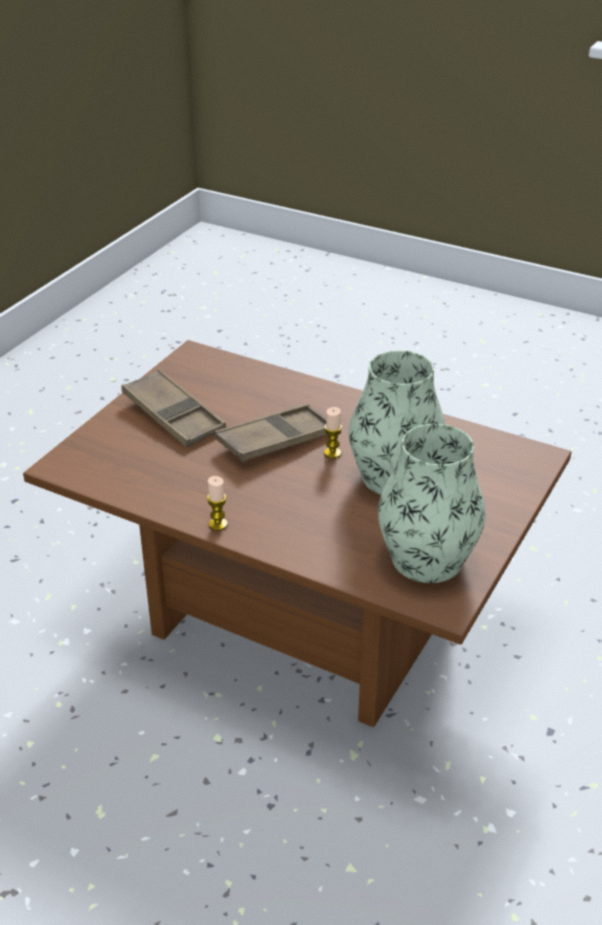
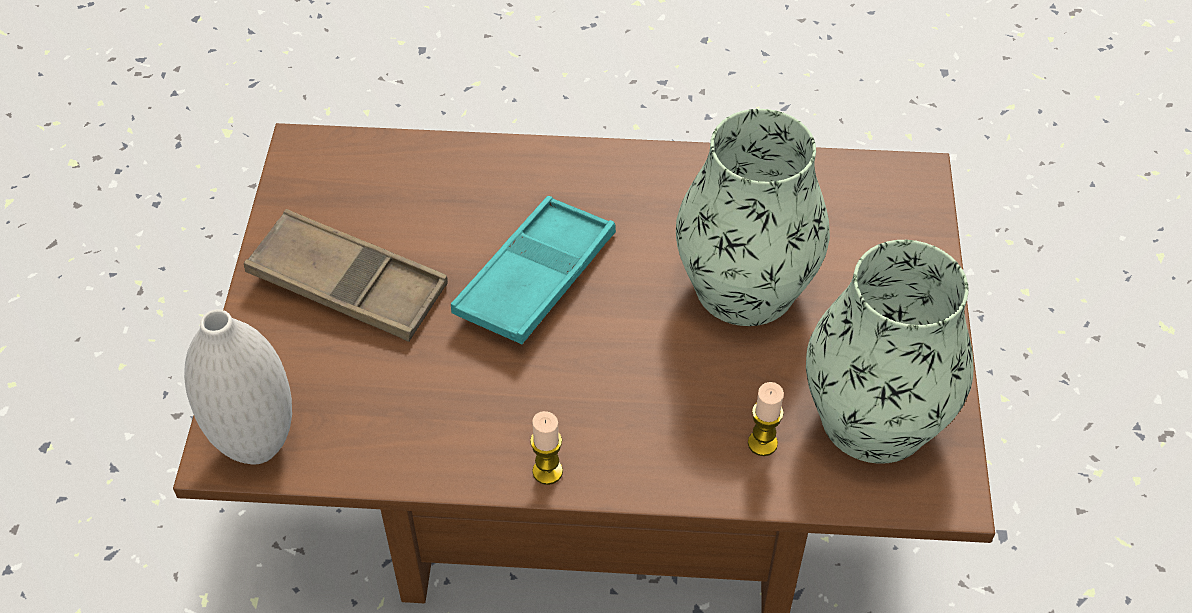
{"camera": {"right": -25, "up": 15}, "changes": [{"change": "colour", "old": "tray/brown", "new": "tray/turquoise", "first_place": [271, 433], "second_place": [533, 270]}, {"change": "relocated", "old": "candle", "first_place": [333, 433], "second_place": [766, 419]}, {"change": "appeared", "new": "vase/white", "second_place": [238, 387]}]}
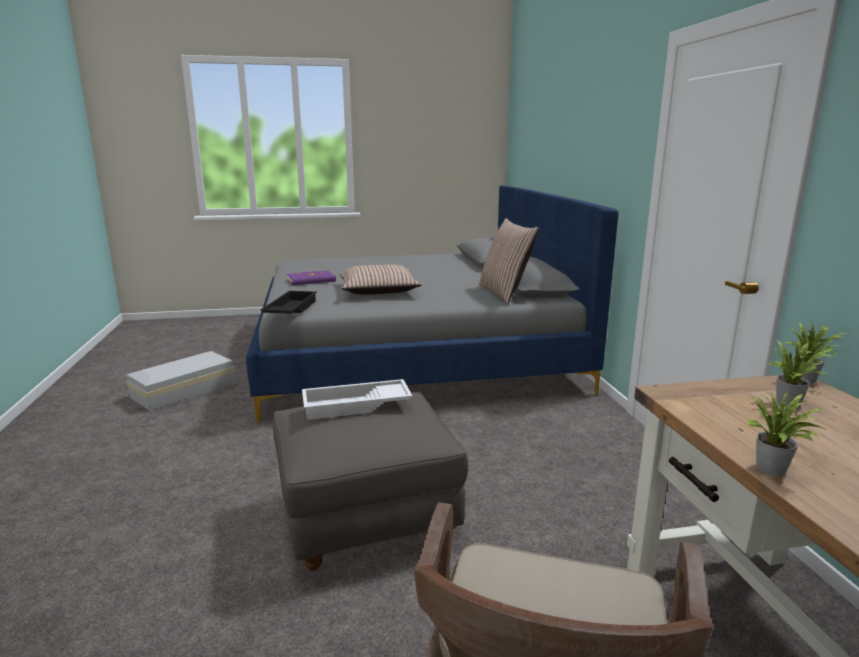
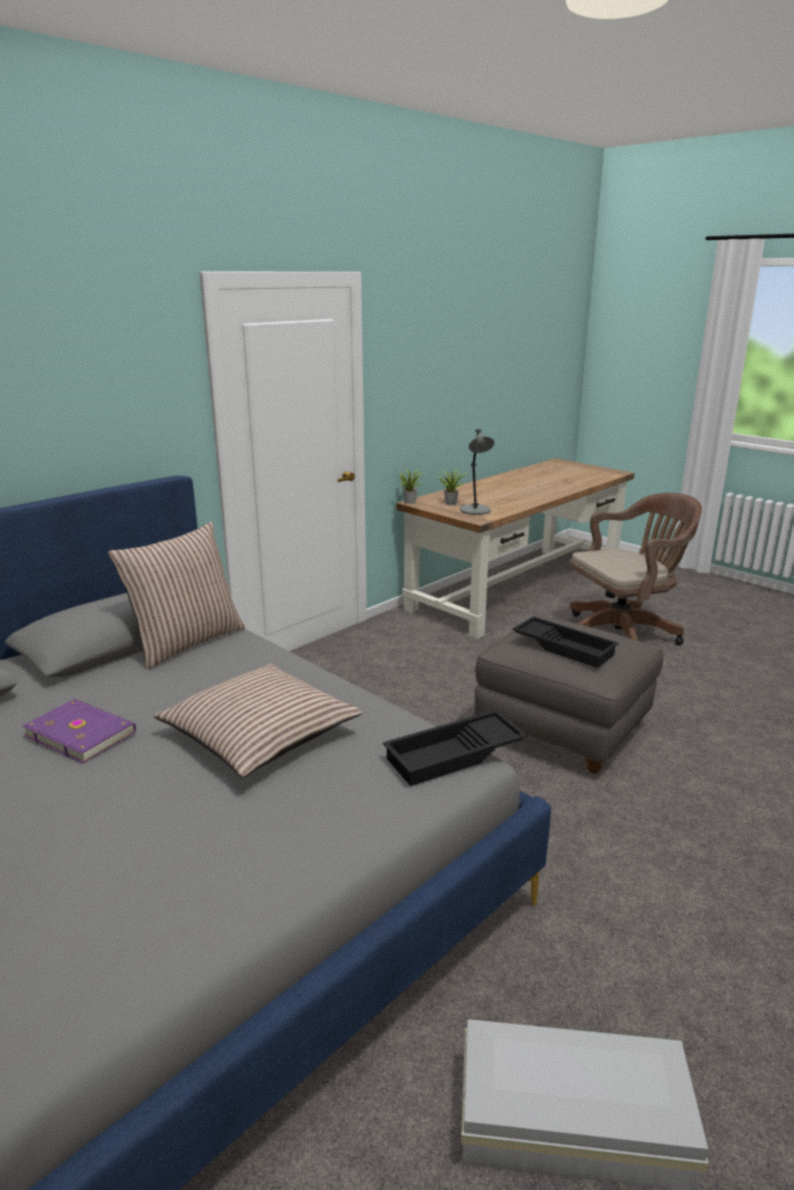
{"camera": {"right": -125, "up": 5}, "changes": [{"change": "relocated", "old": "book/purple", "first_place": [311, 277], "second_place": [79, 731]}, {"change": "colour", "old": "tray/white", "new": "tray/black", "first_place": [357, 399], "second_place": [565, 642]}, {"change": "missing", "old": "potted plant", "first_place": [784, 433]}, {"change": "appeared", "new": "table lamp/grey", "second_place": [477, 472]}]}
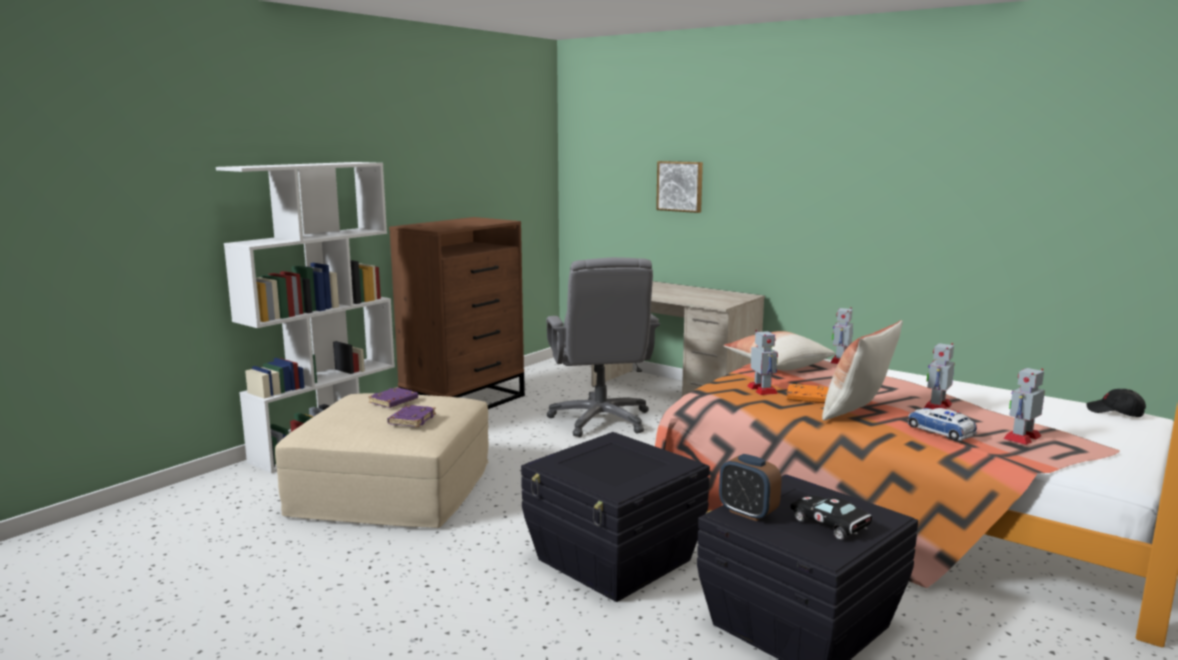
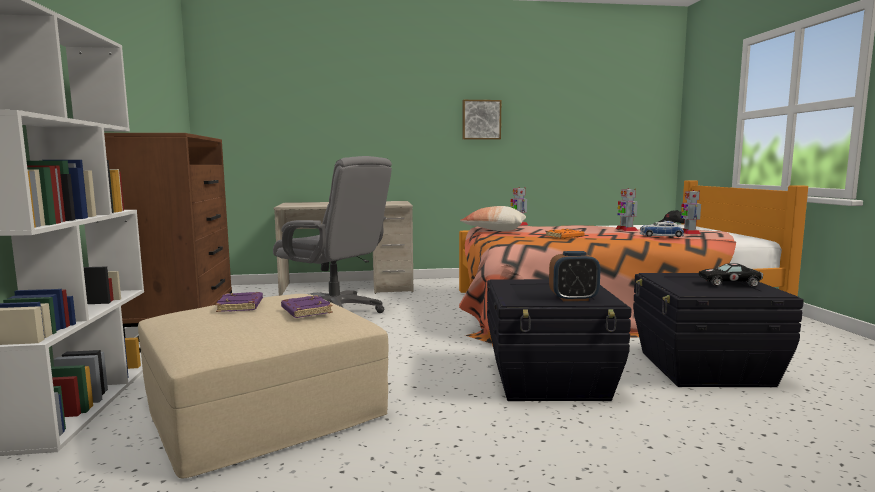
{"camera": {"right": -45, "up": -5}, "changes": [{"change": "relocated", "old": "picture", "first_place": [679, 187], "second_place": [482, 120]}, {"change": "relocated", "old": "alarm clock", "first_place": [750, 487], "second_place": [574, 276]}, {"change": "missing", "old": "toy robot", "first_place": [762, 362]}, {"change": "missing", "old": "pillow", "first_place": [862, 370]}]}
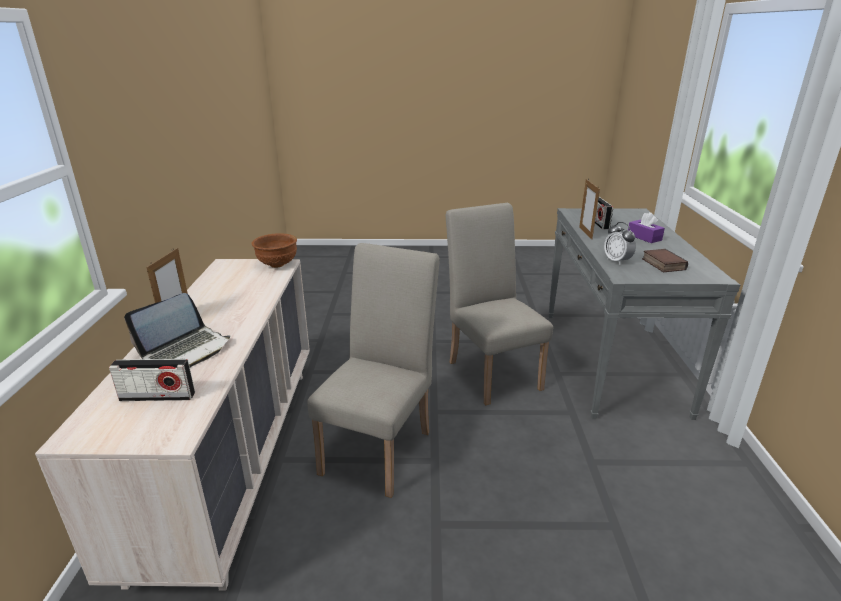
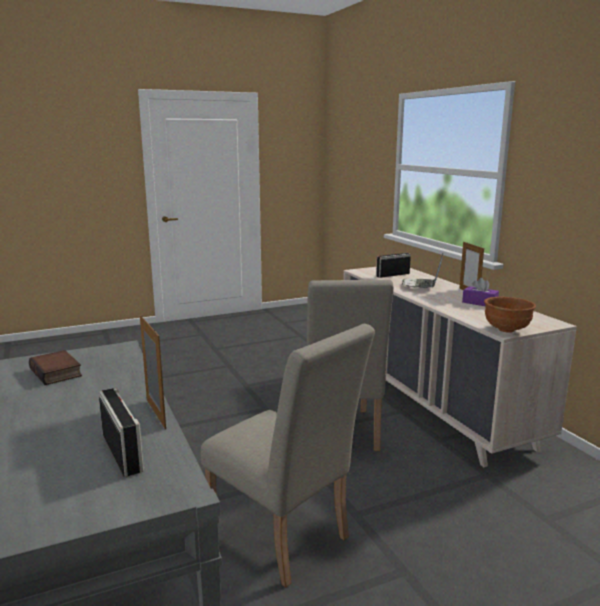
{"camera": {"right": 155, "up": -10}, "changes": [{"change": "missing", "old": "alarm clock", "first_place": [620, 243]}, {"change": "relocated", "old": "tissue box/purple", "first_place": [646, 227], "second_place": [480, 292]}]}
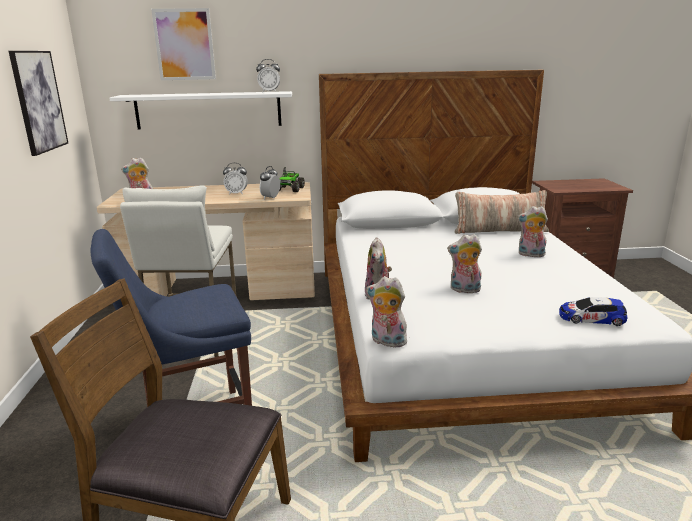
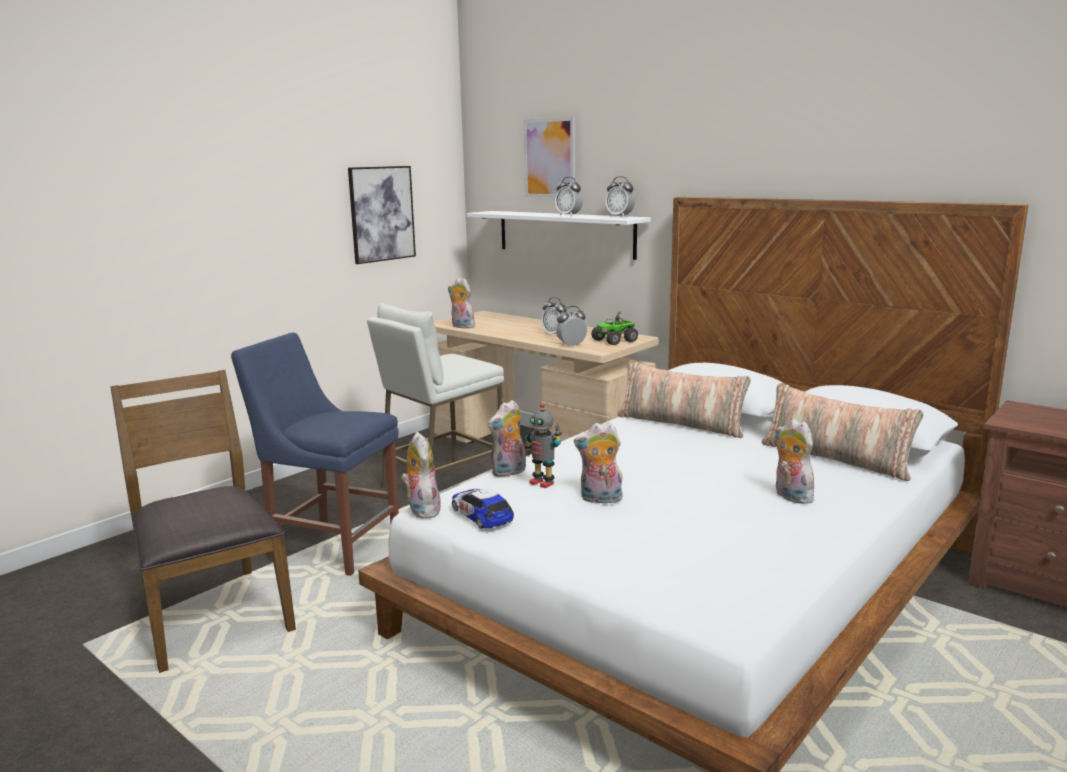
{"camera": {"right": 45, "up": -5}, "changes": [{"change": "spun", "old": "plush toy", "first_place": [464, 263], "second_place": [598, 462], "degrees": -45}, {"change": "relocated", "old": "toy car", "first_place": [593, 311], "second_place": [483, 508]}, {"change": "appeared", "new": "toy robot", "second_place": [543, 445]}, {"change": "appeared", "new": "alarm clock", "second_place": [569, 197]}, {"change": "appeared", "new": "pillow", "second_place": [684, 399]}]}
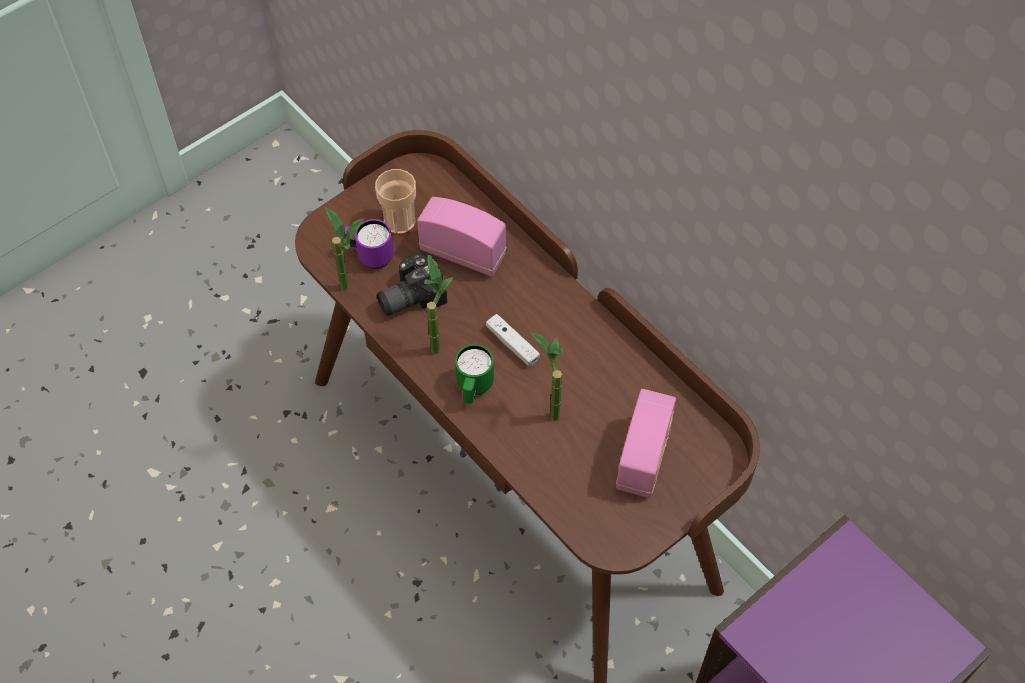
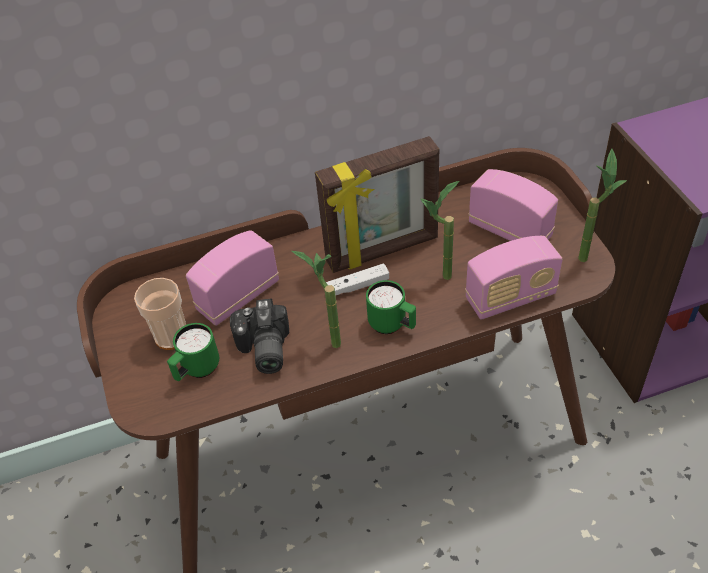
{"camera": {"right": -65, "up": -10}, "changes": [{"change": "relocated", "old": "potted plant", "first_place": [344, 249], "second_place": [602, 205]}, {"change": "colour", "old": "mug/purple", "new": "mug/green", "first_place": [368, 244], "second_place": [193, 352]}, {"change": "appeared", "new": "picture frame", "second_place": [377, 204]}, {"change": "appeared", "new": "radio", "second_place": [514, 278]}]}
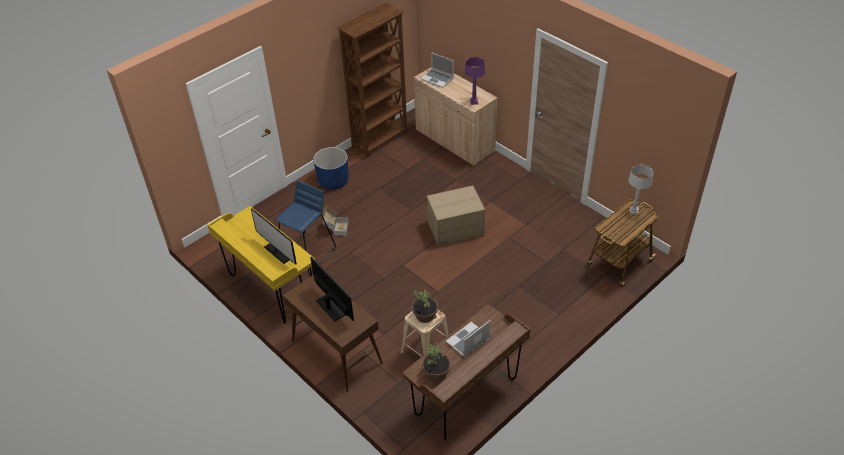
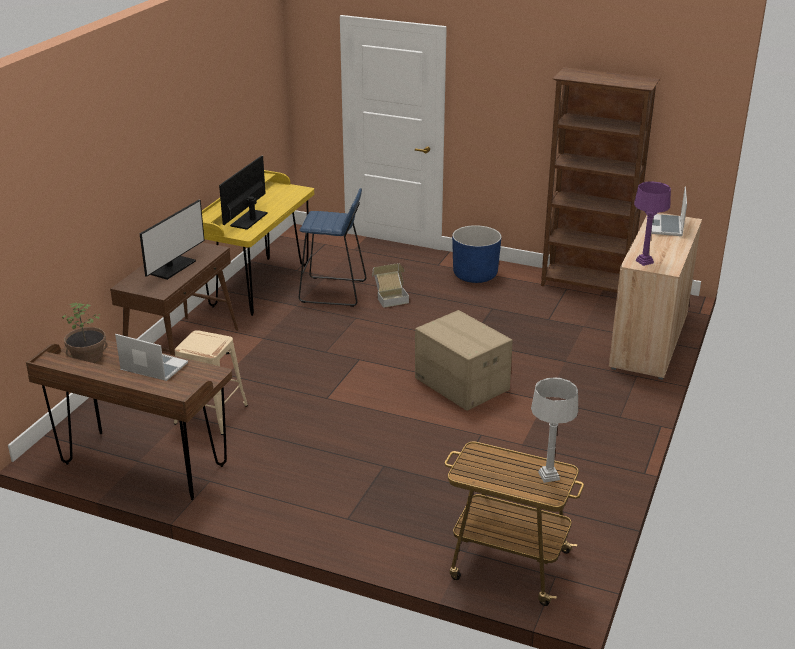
{"camera": {"right": 65, "up": -15}, "changes": [{"change": "missing", "old": "potted plant", "first_place": [425, 306]}]}
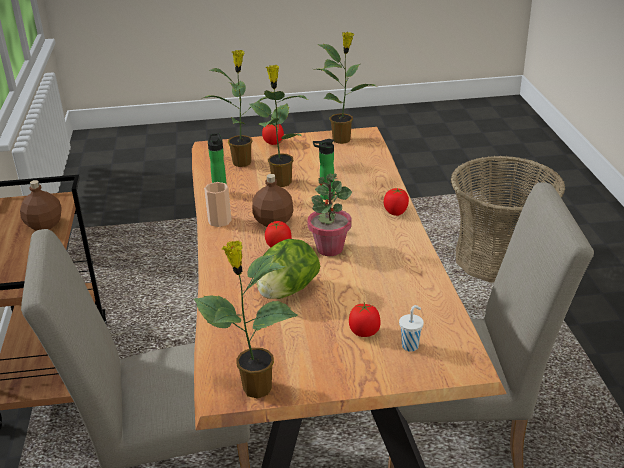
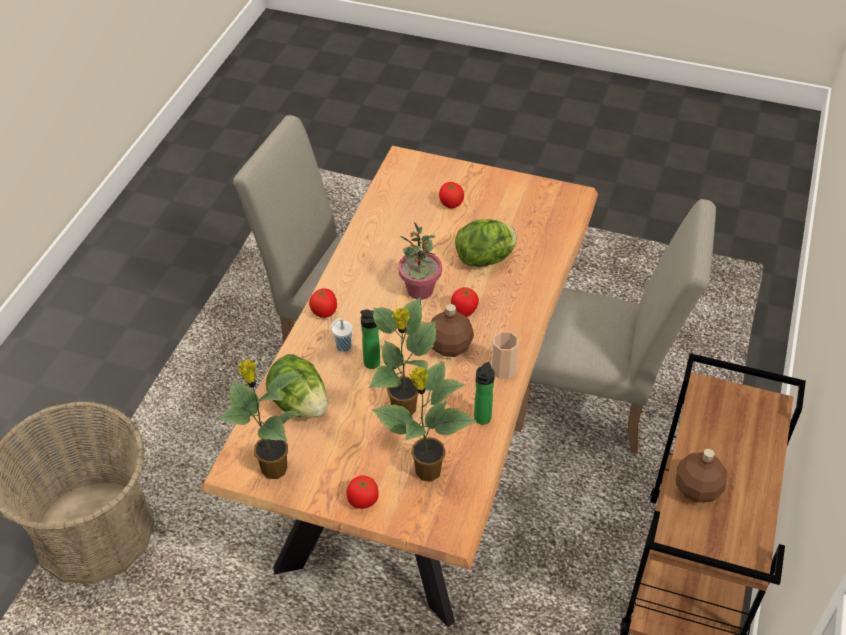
{"camera": {"right": -155, "up": 15}, "changes": [{"change": "missing", "old": "potted plant", "first_place": [246, 320]}, {"change": "relocated", "old": "cup/white", "first_place": [411, 328], "second_place": [341, 335]}, {"change": "appeared", "new": "lettuce", "second_place": [297, 386]}]}
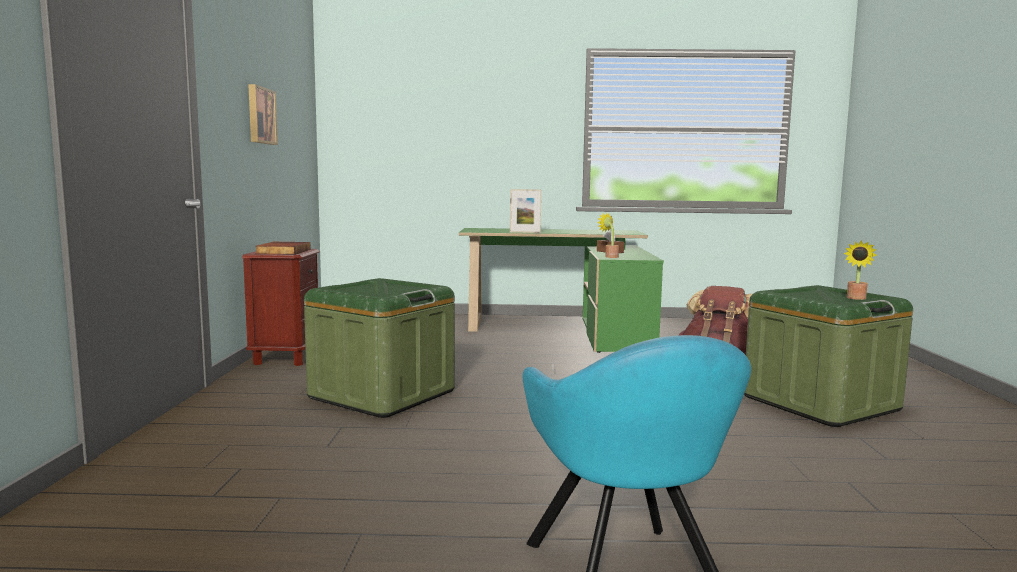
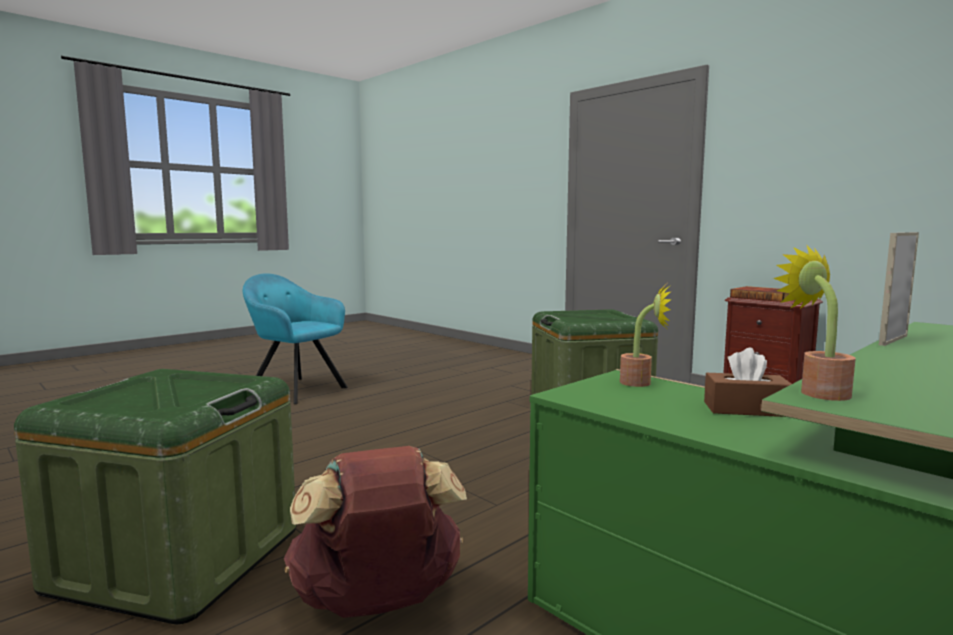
{"camera": {"right": 135, "up": 0}, "changes": [{"change": "missing", "old": "picture", "first_place": [263, 114]}, {"change": "relocated", "old": "potted plant", "first_place": [860, 270], "second_place": [814, 323]}]}
